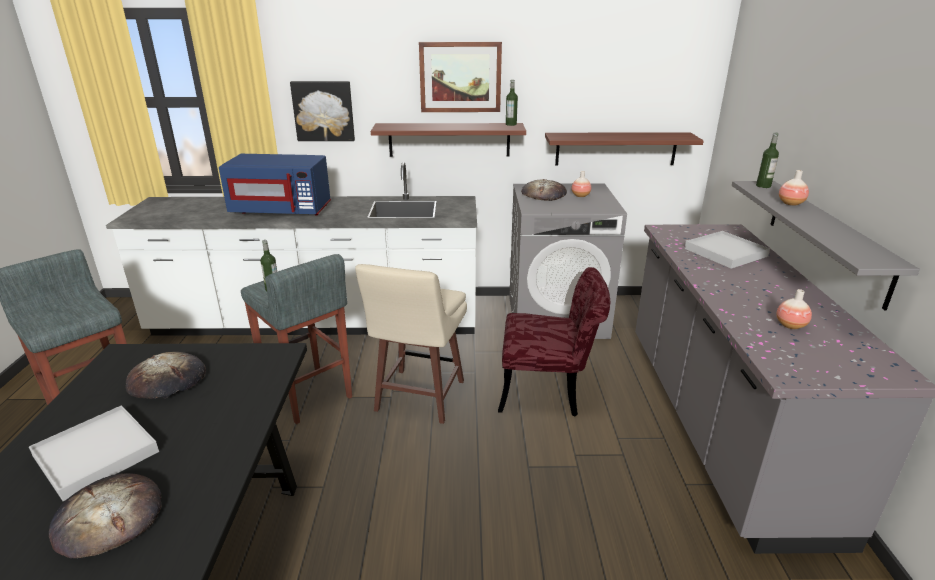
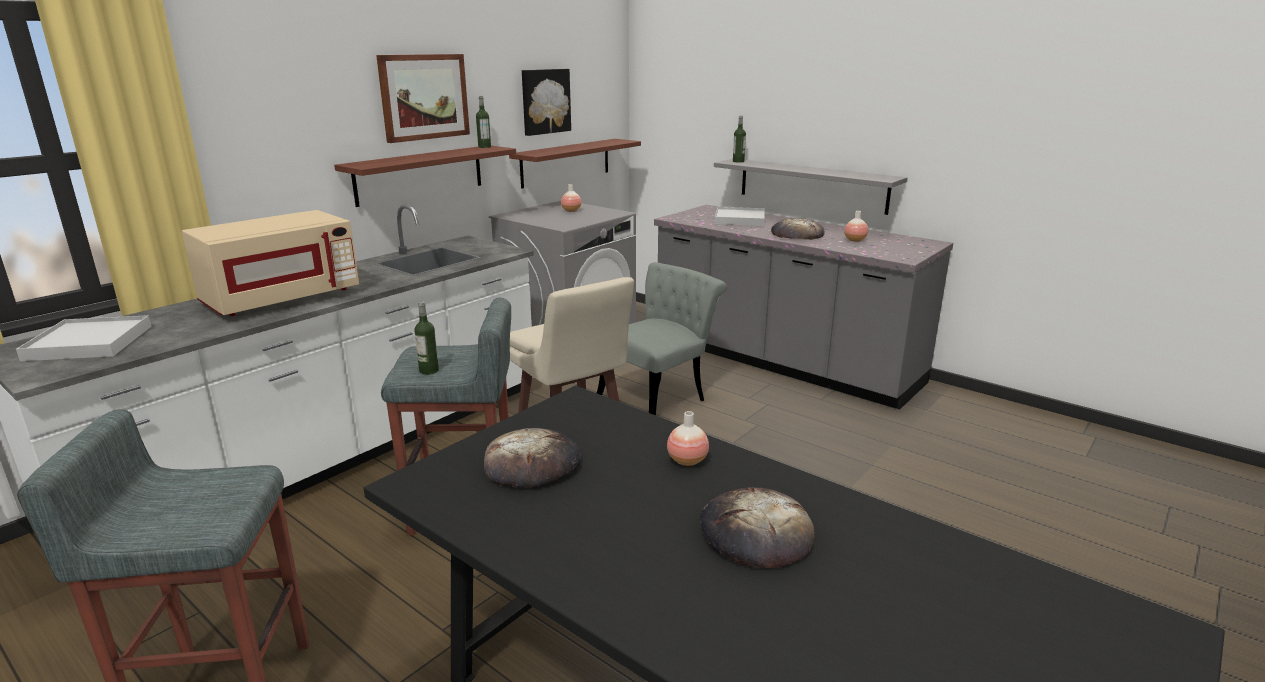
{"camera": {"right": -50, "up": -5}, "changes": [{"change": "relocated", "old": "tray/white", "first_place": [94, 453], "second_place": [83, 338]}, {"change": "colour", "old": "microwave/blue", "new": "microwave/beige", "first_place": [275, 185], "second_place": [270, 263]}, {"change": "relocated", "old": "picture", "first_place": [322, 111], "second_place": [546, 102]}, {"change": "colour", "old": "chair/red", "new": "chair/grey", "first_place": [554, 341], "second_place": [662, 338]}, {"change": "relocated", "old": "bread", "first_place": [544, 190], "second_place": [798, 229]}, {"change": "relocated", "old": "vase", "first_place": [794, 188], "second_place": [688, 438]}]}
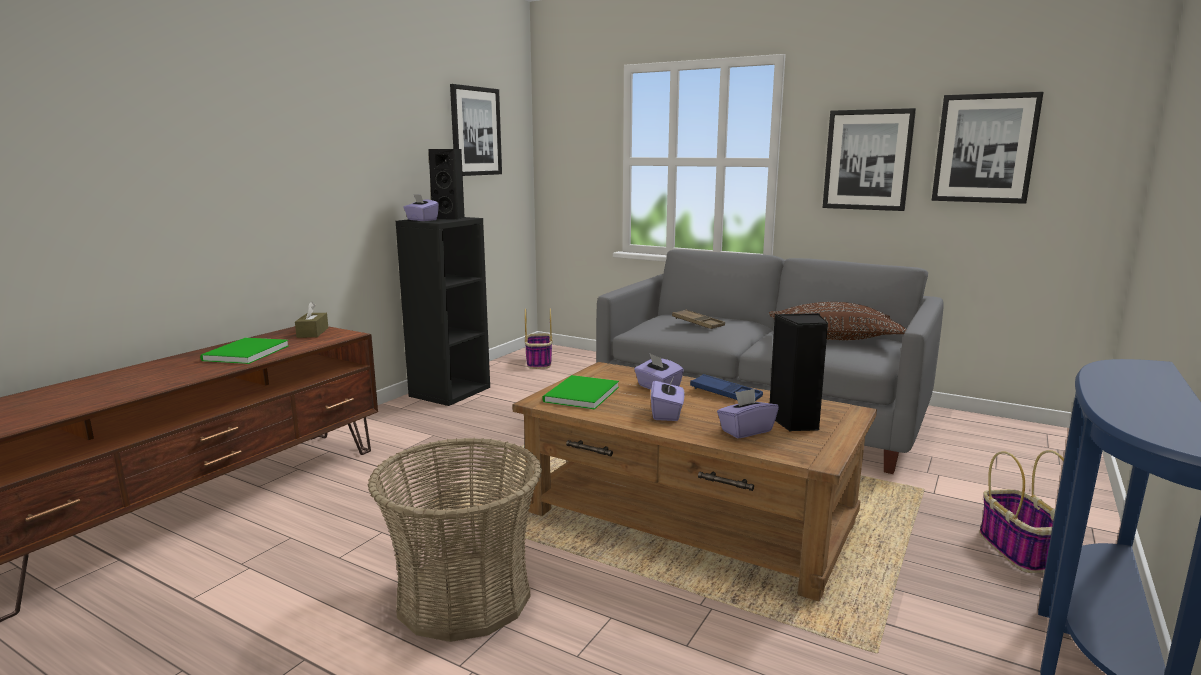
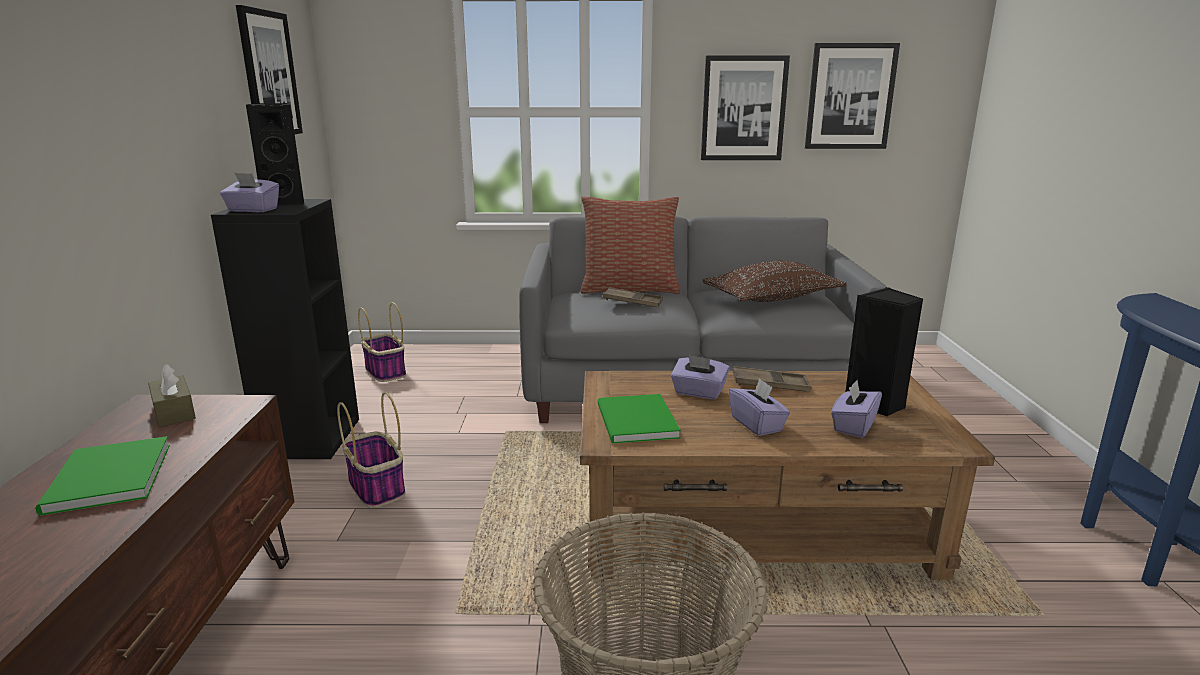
{"camera": {"right": -30, "up": 5}, "changes": [{"change": "colour", "old": "tray/blue", "new": "tray/brown", "first_place": [726, 387], "second_place": [772, 379]}, {"change": "relocated", "old": "basket", "first_place": [1021, 511], "second_place": [371, 450]}, {"change": "appeared", "new": "pillow", "second_place": [630, 245]}]}
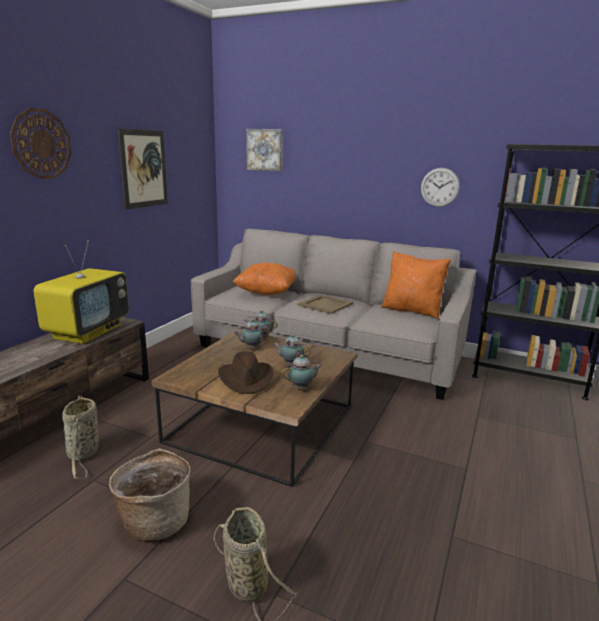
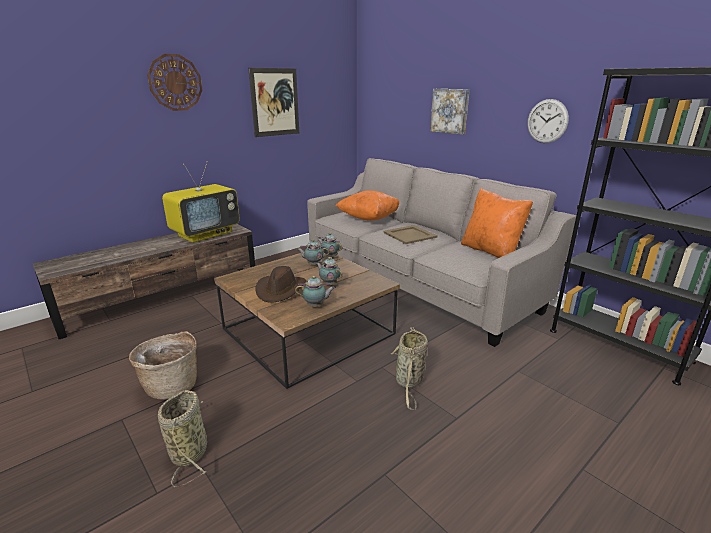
{"camera": {"right": 25, "up": 5}, "changes": [{"change": "relocated", "old": "basket", "first_place": [80, 437], "second_place": [409, 368]}, {"change": "relocated", "old": "picture", "first_place": [264, 150], "second_place": [450, 112]}]}
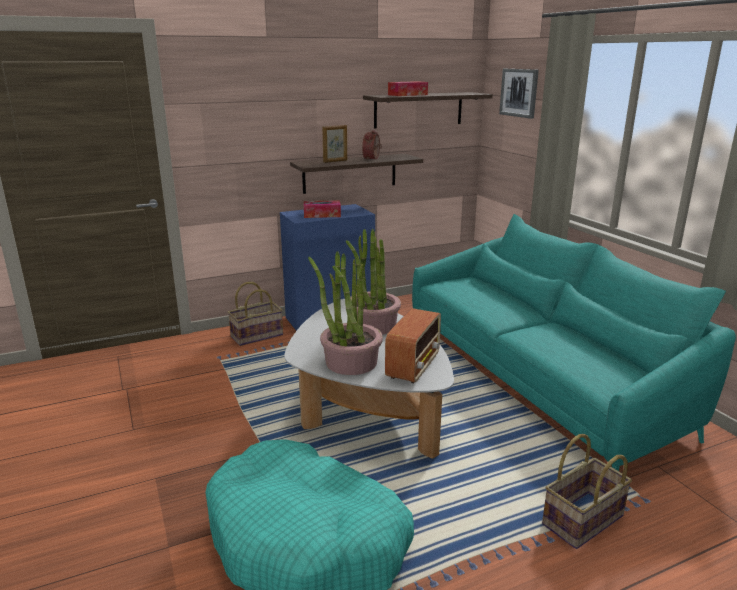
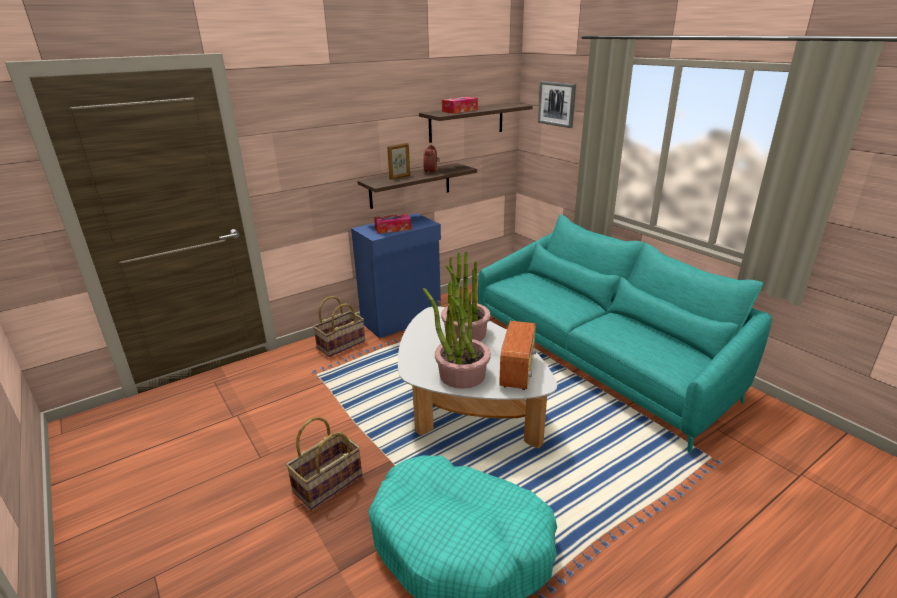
{"camera": {"right": -10, "up": 5}, "changes": [{"change": "relocated", "old": "basket", "first_place": [587, 491], "second_place": [324, 463]}]}
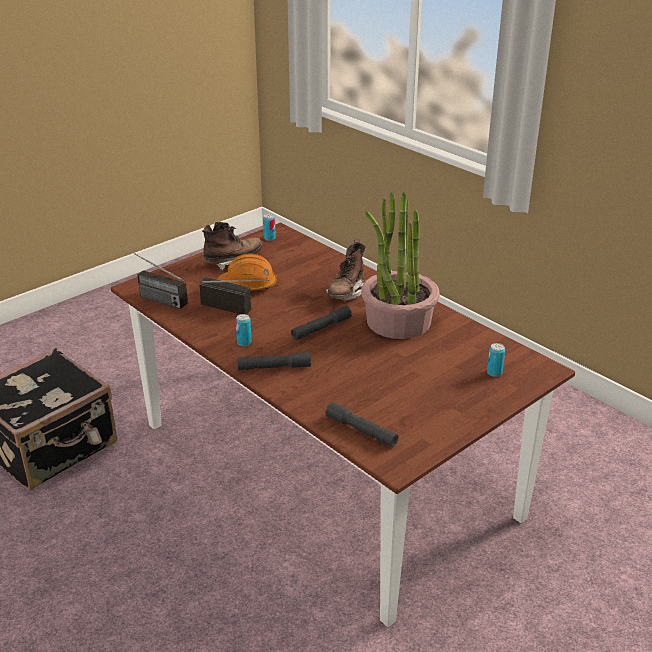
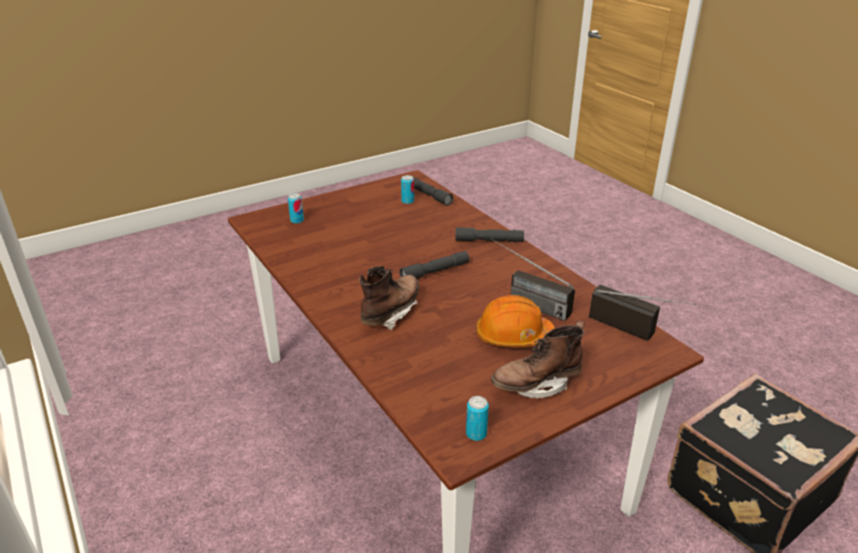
{"camera": {"right": -170, "up": 0}, "changes": [{"change": "relocated", "old": "can", "first_place": [244, 330], "second_place": [407, 189]}, {"change": "missing", "old": "potted plant", "first_place": [400, 265]}]}
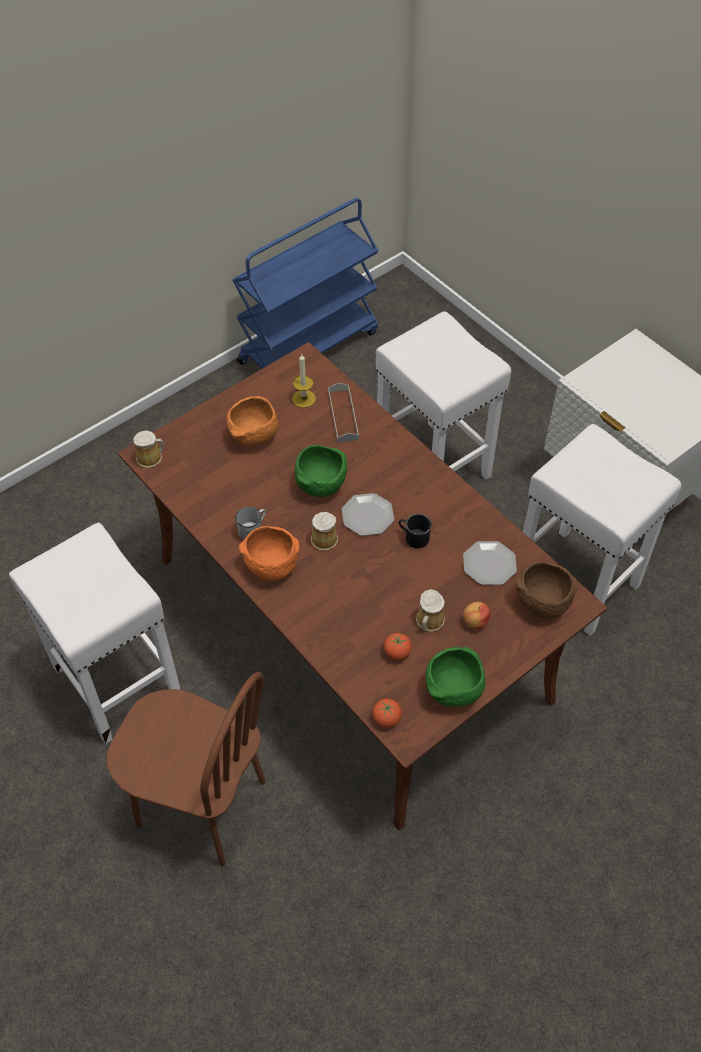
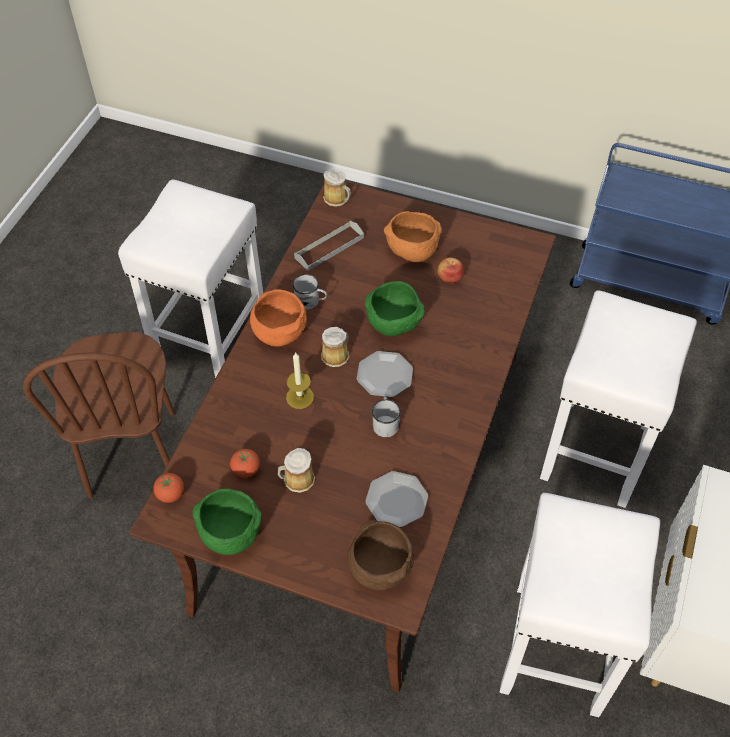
{"camera": {"right": 60, "up": 0}, "changes": [{"change": "relocated", "old": "candle", "first_place": [304, 381], "second_place": [300, 381]}, {"change": "relocated", "old": "tray/grey", "first_place": [343, 412], "second_place": [329, 246]}, {"change": "colour", "old": "mug/black", "new": "mug/white", "first_place": [415, 531], "second_place": [386, 417]}, {"change": "relocated", "old": "apple", "first_place": [476, 615], "second_place": [451, 270]}]}
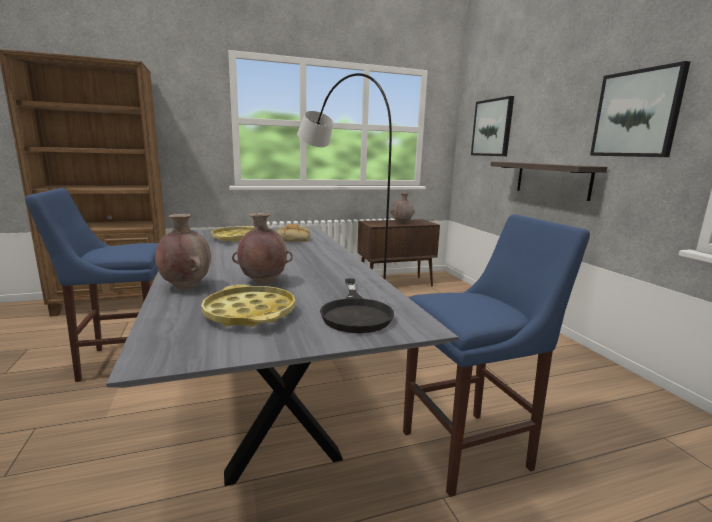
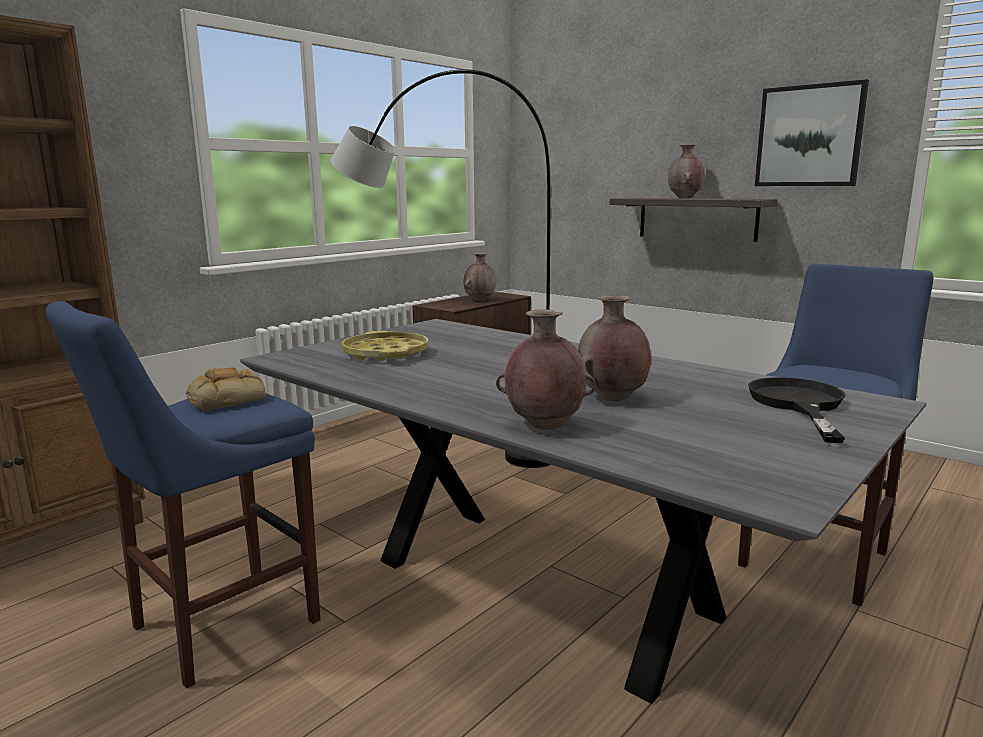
{"camera": {"right": -30, "up": 0}, "changes": [{"change": "missing", "old": "tray/yellow", "first_place": [248, 305]}, {"change": "relocated", "old": "bread", "first_place": [293, 233], "second_place": [226, 389]}, {"change": "spun", "old": "frying pan/black", "first_place": [357, 306], "second_place": [797, 410], "degrees": -135}, {"change": "missing", "old": "picture", "first_place": [492, 126]}, {"change": "appeared", "new": "vase/brown", "second_place": [686, 171]}]}
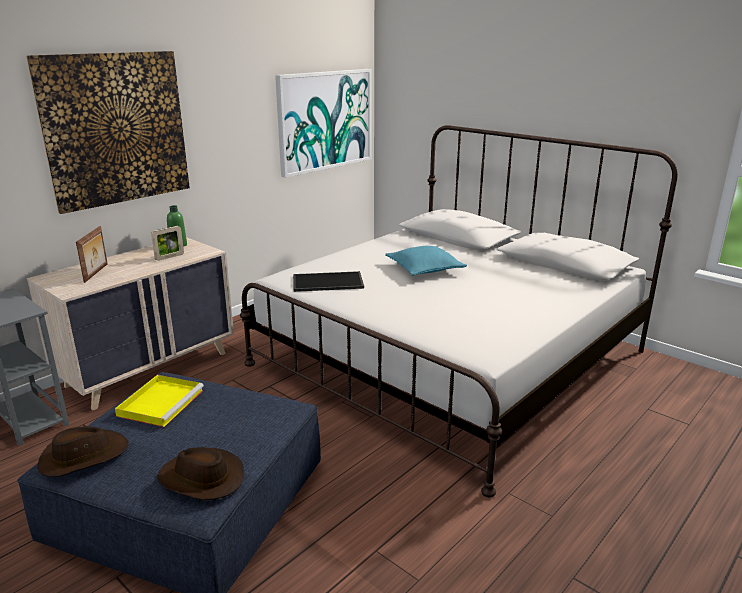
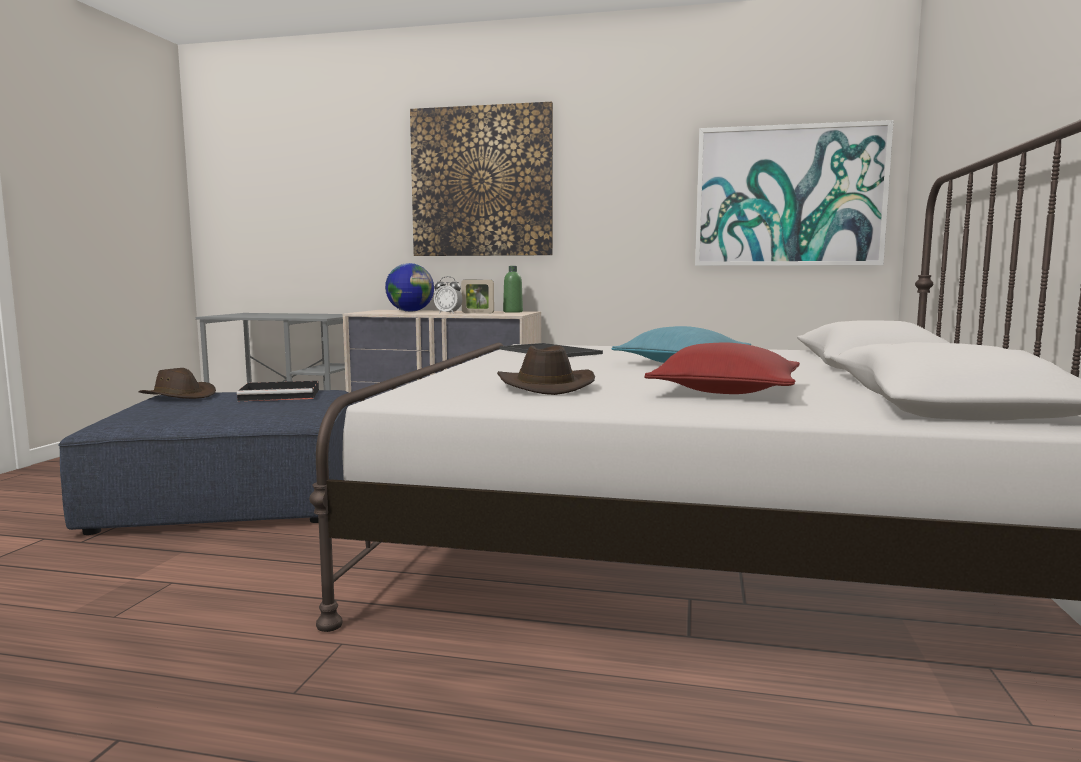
{"camera": {"right": 60, "up": -15}, "changes": [{"change": "exchanged", "old": "picture frame", "new": "globe", "first_place": [92, 254], "second_place": [409, 287]}, {"change": "colour", "old": "tray/yellow", "new": "tray/black", "first_place": [159, 401], "second_place": [278, 391]}, {"change": "relocated", "old": "hat/brown", "first_place": [200, 473], "second_place": [546, 370]}, {"change": "appeared", "new": "alarm clock", "second_place": [448, 295]}, {"change": "appeared", "new": "pillow/red", "second_place": [722, 368]}]}
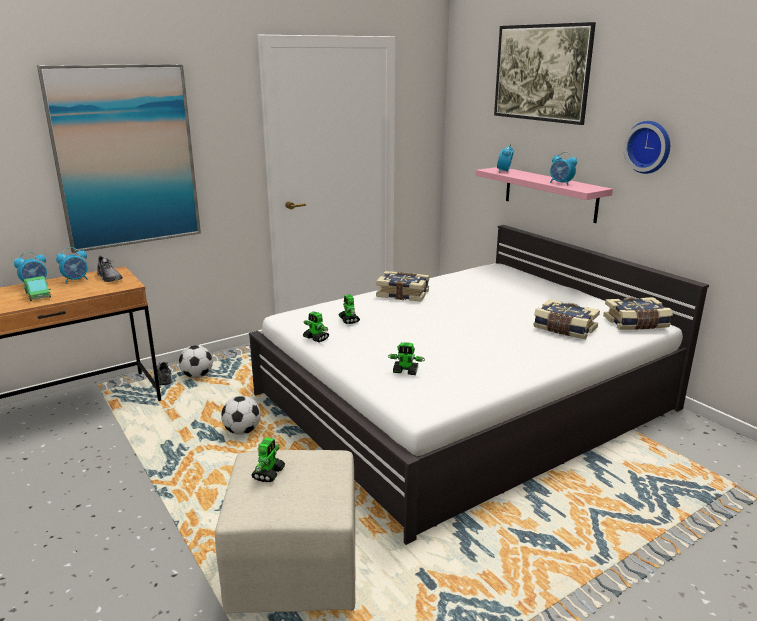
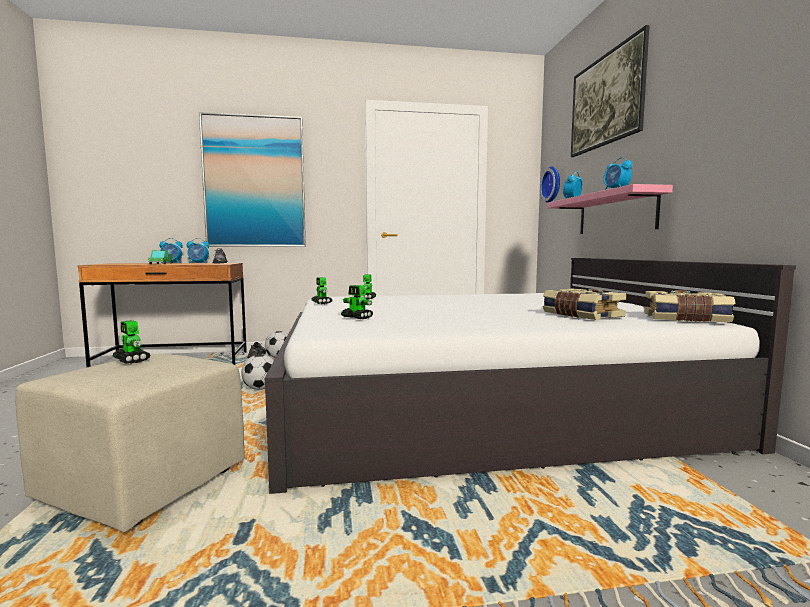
{"camera": {"right": 25, "up": -15}, "changes": [{"change": "spun", "old": "toy robot", "first_place": [268, 459], "second_place": [132, 342], "degrees": 90}, {"change": "missing", "old": "book", "first_place": [403, 286]}, {"change": "relocated", "old": "wall clock", "first_place": [647, 147], "second_place": [550, 185]}]}
